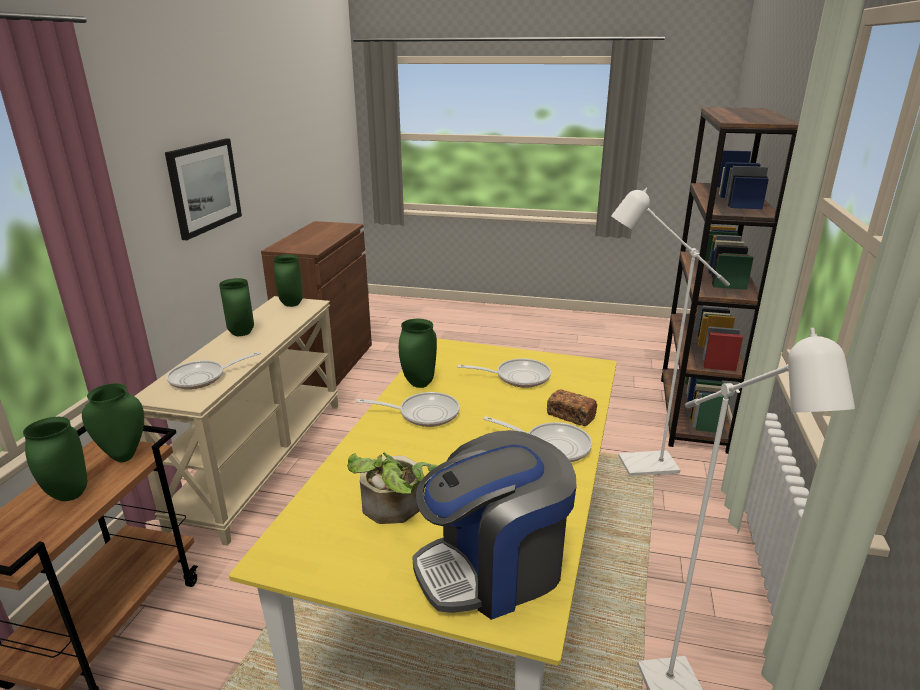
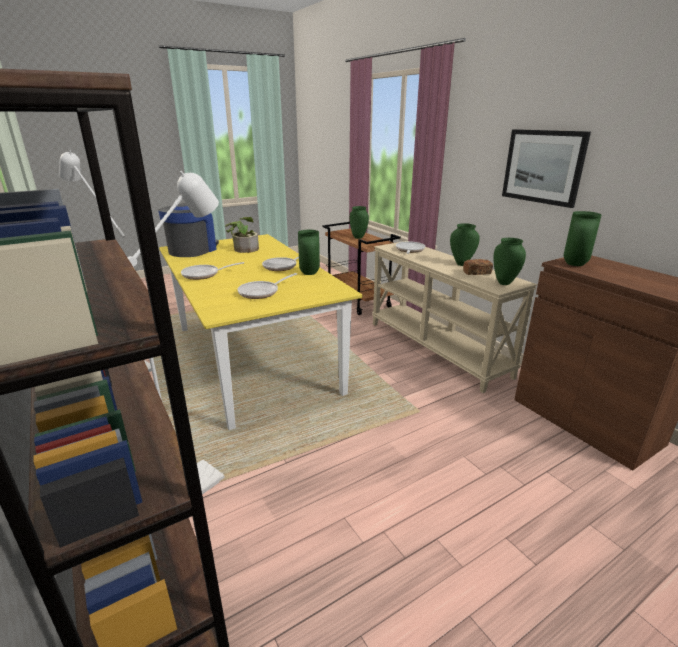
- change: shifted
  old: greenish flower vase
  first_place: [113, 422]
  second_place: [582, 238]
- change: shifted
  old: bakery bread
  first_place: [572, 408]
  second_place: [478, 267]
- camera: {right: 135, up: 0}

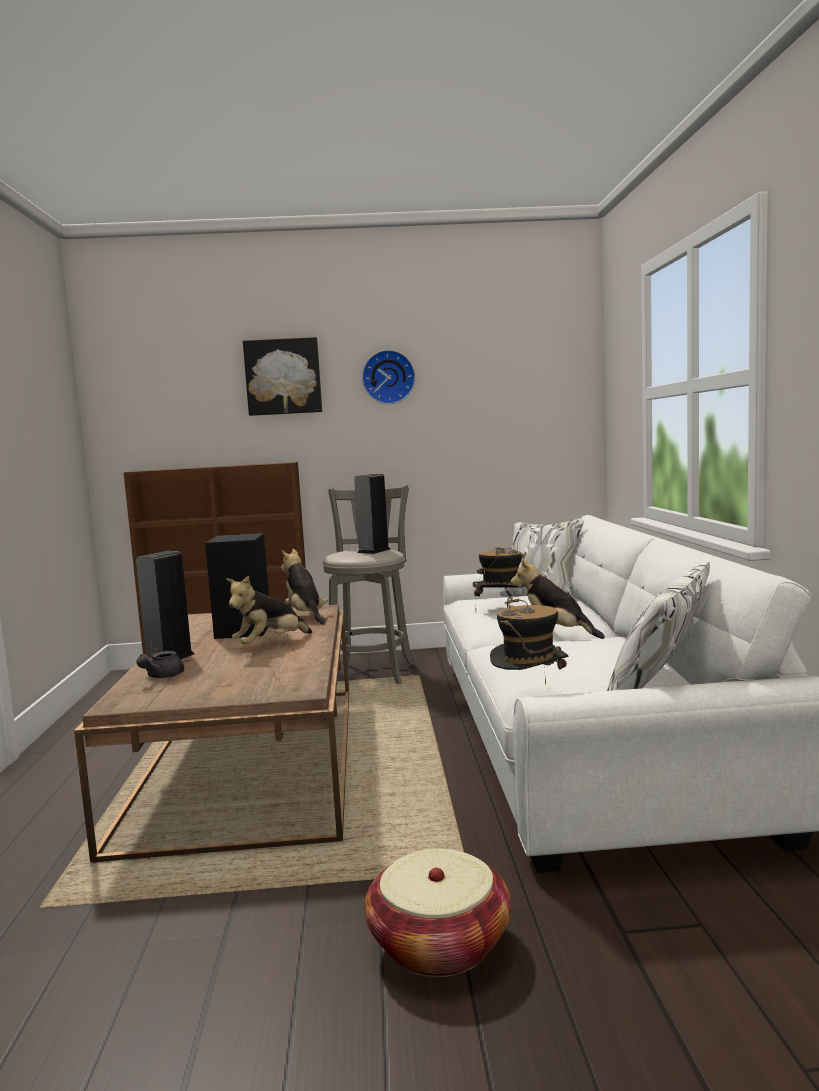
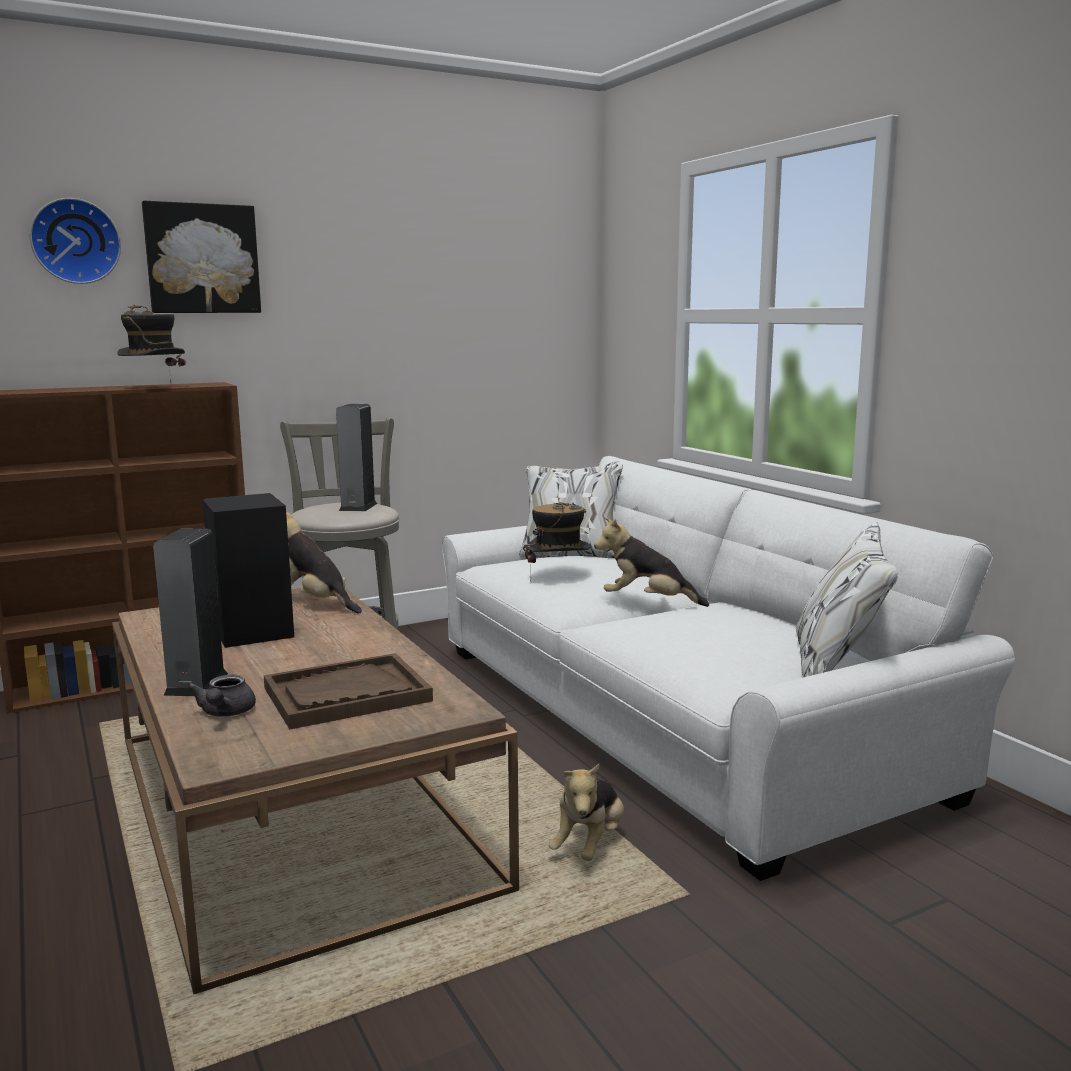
- change: shifted
  old: cuddly toy
  first_place: [269, 609]
  second_place: [586, 812]
- change: shifted
  old: clock on the wall
  first_place: [388, 377]
  second_place: [75, 241]
- change: gone
  old: basket
  first_place: [437, 912]
- change: shifted
  old: wearable hat
  first_place: [529, 641]
  second_place: [151, 343]
- change: new
  new: brownish serving tray
  second_place: [348, 691]
- camera: {right: -25, up: 5}

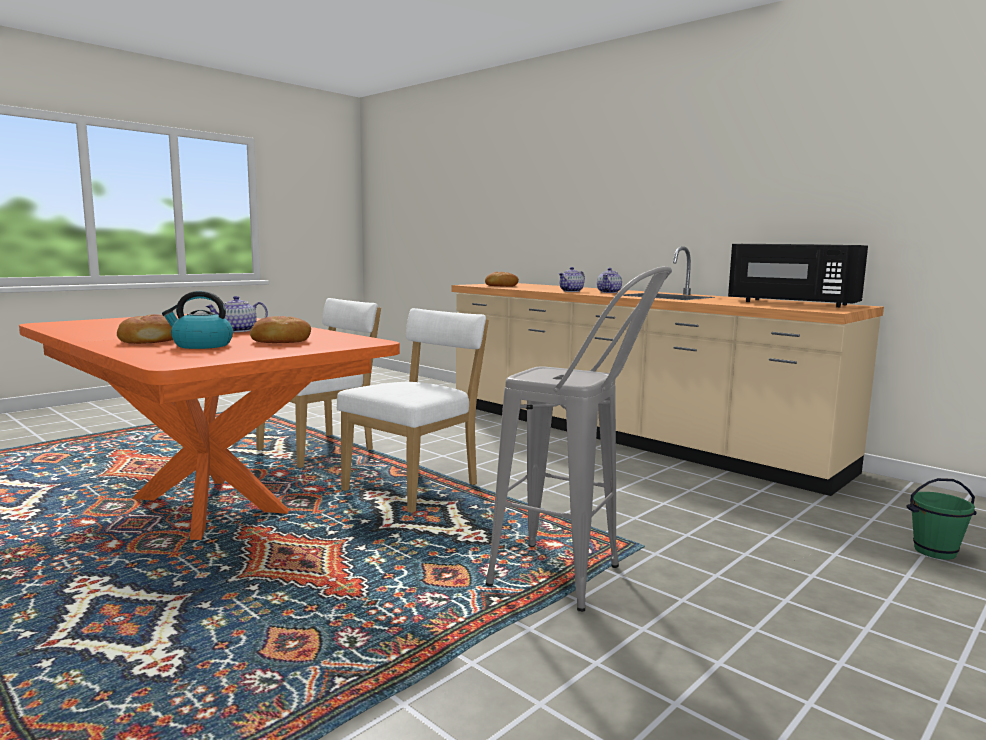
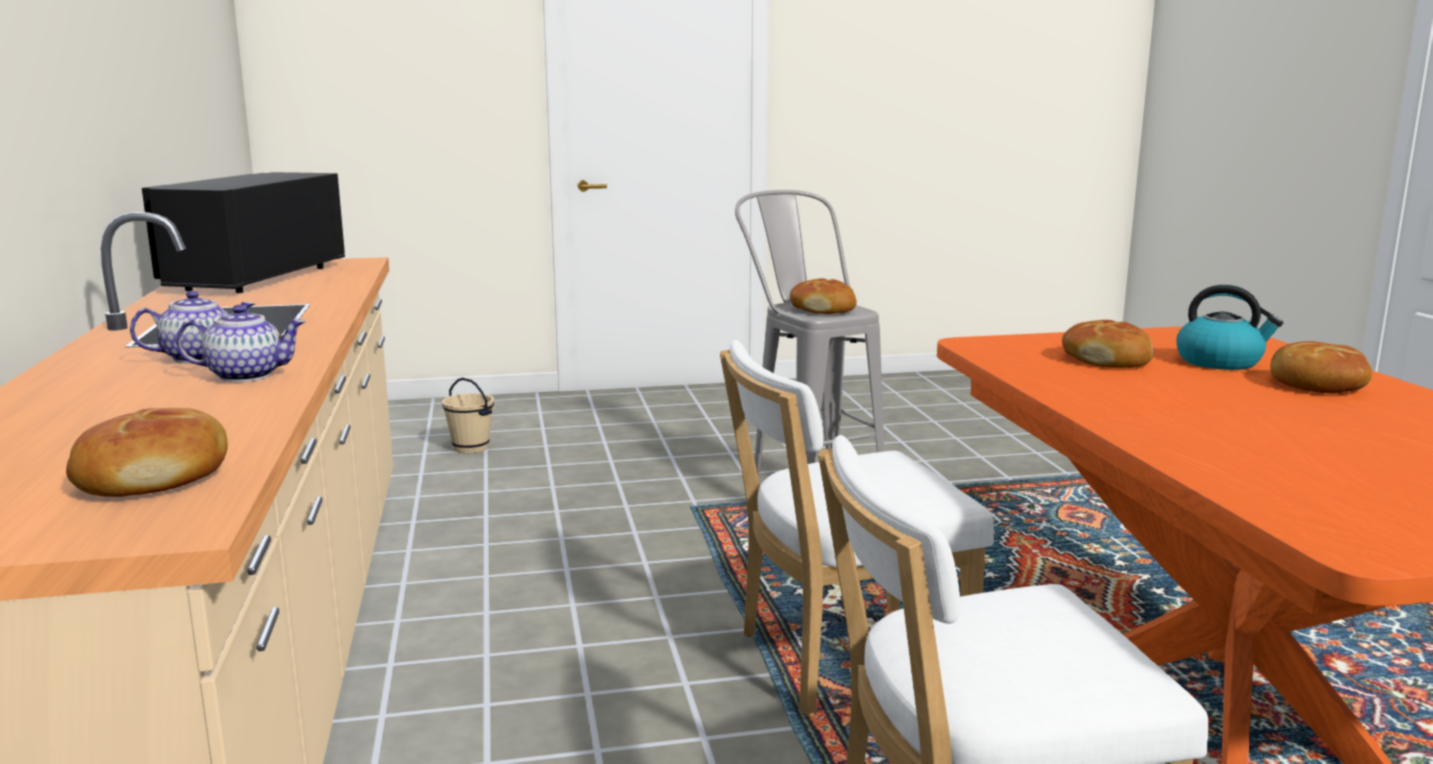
- change: gone
  old: tea pot
  first_place: [237, 314]
- change: rotated
  old: black-coloured kitchen microwave
  first_place: [798, 275]
  second_place: [243, 232]
  degrees: -150
- change: repainted
  old: greenish pail
  new: beige-coloured pail
  first_place: [941, 519]
  second_place: [468, 415]
- change: new
  new: bakery bread
  second_place: [823, 296]
- camera: {right: -145, up: 5}

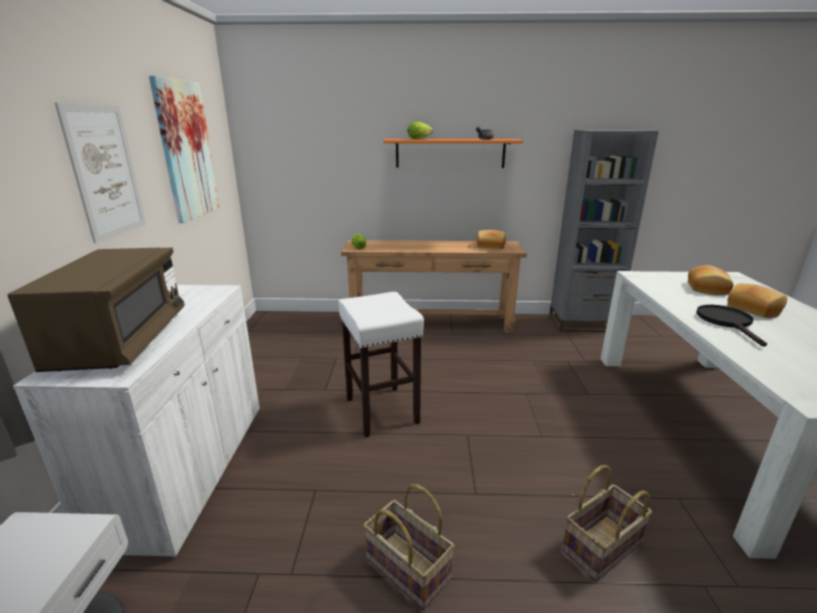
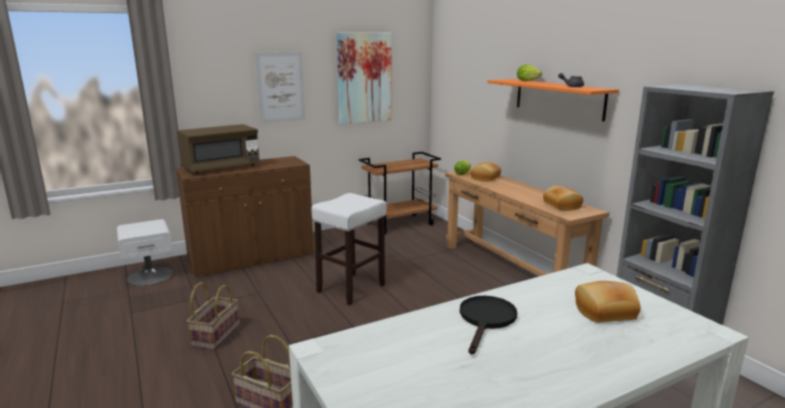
- change: repainted
  old: white-coloured cabinet
  new: brownish cabinet
  first_place: [136, 421]
  second_place: [245, 217]
- change: rotated
  old: black-coloured skillet
  first_place: [732, 326]
  second_place: [488, 325]
  degrees: -45
- change: shifted
  old: bakery bread
  first_place: [757, 300]
  second_place: [486, 172]
- change: new
  new: brownish trolley
  second_place: [400, 193]
- camera: {right: 60, up: -5}

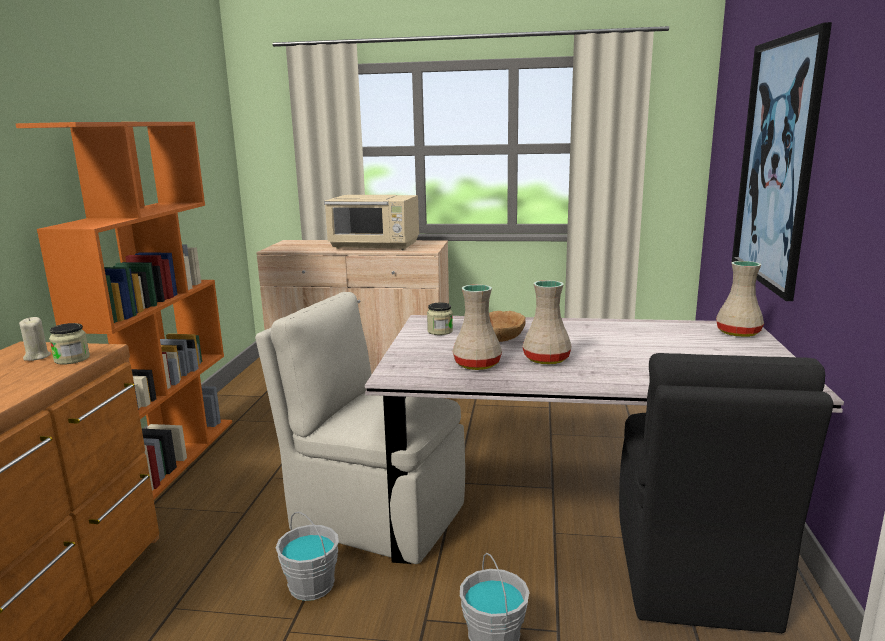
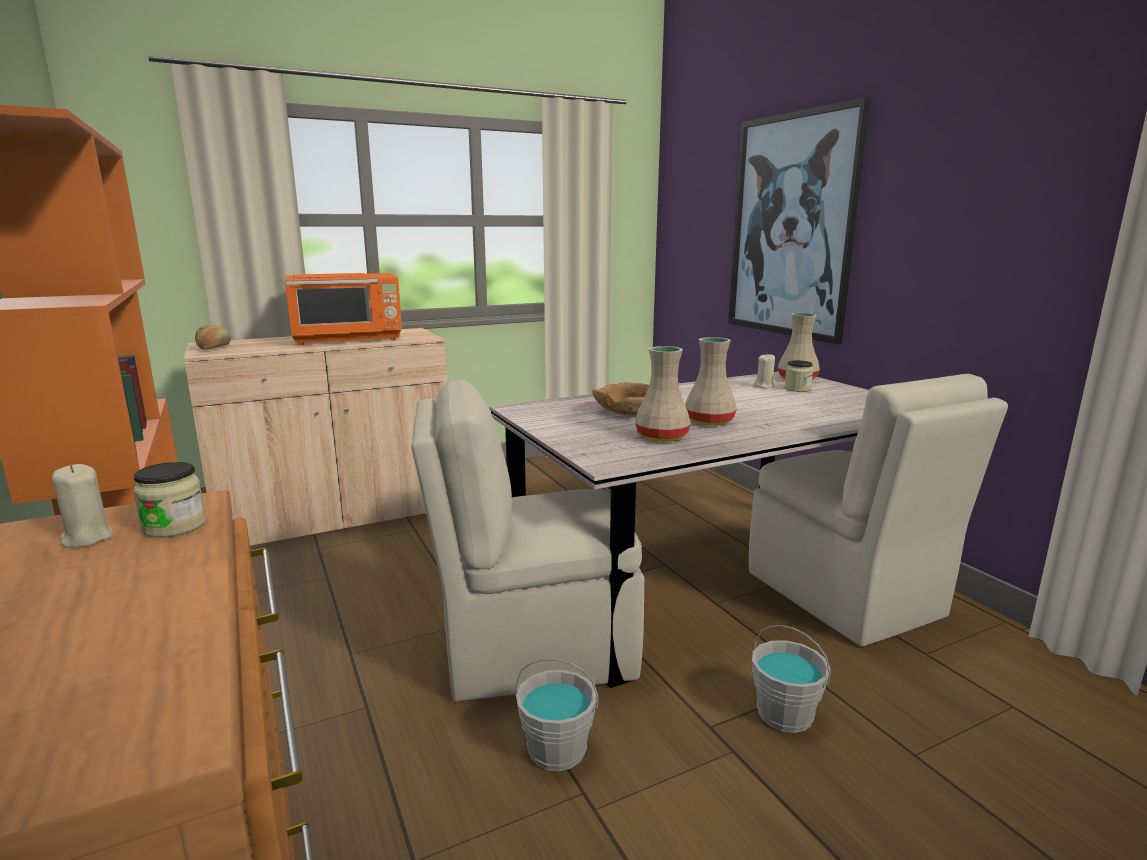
- change: repainted
  old: beige-coloured kitchen microwave
  new: orangey kitchen microwave
  first_place: [371, 222]
  second_place: [343, 309]
- change: shifted
  old: storage jar
  first_place: [440, 319]
  second_place: [798, 376]
- change: repainted
  old: black-coloured plain chair
  new: beige-coloured plain chair
  first_place: [726, 493]
  second_place: [878, 510]
- change: new
  new: bakery bread
  second_place: [213, 337]
- change: new
  new: beige-coloured wax candle
  second_place: [764, 371]
- camera: {right: -35, up: 0}

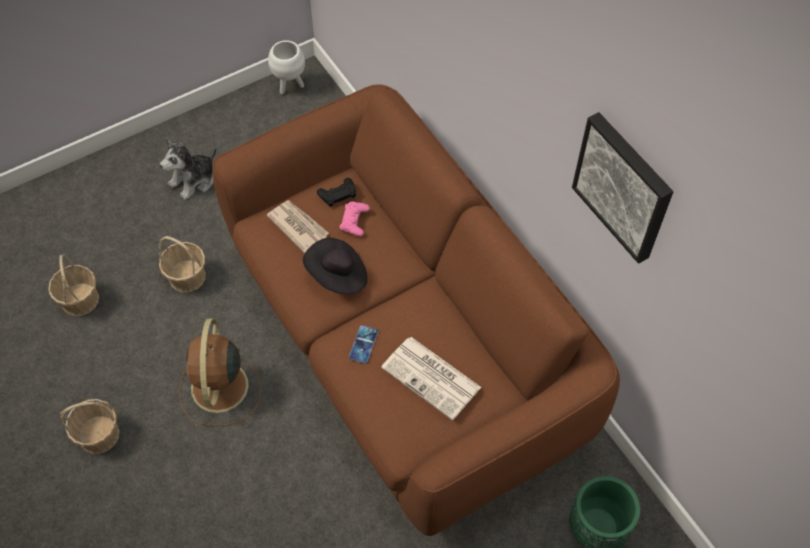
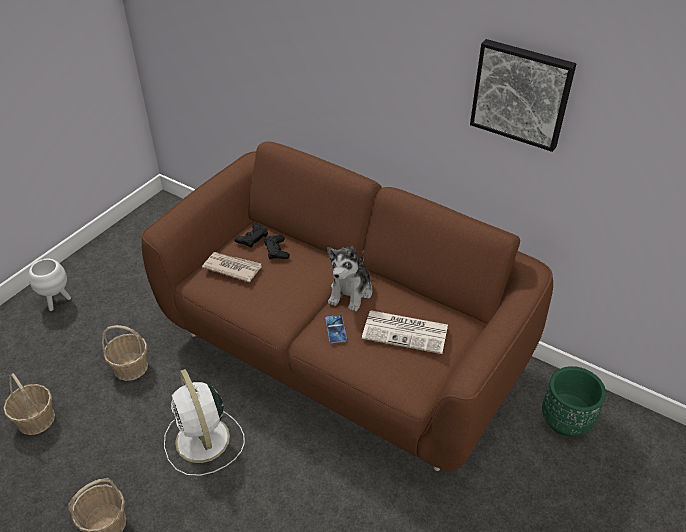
- change: shifted
  old: cuddly toy
  first_place: [188, 169]
  second_place: [349, 278]
- change: repainted
  old: brownish cooling fan
  new: white-coloured cooling fan
  first_place: [220, 372]
  second_place: [204, 422]
- change: shifted
  old: white-coloured plant pot
  first_place: [286, 67]
  second_place: [50, 285]
- change: gone
  old: black-coloured wearable hat
  first_place: [335, 266]
- change: repainted
  old: pink-coloured gamepad
  new: black-coloured gamepad
  first_place: [355, 219]
  second_place: [277, 247]
- camera: {right: -25, up: -15}

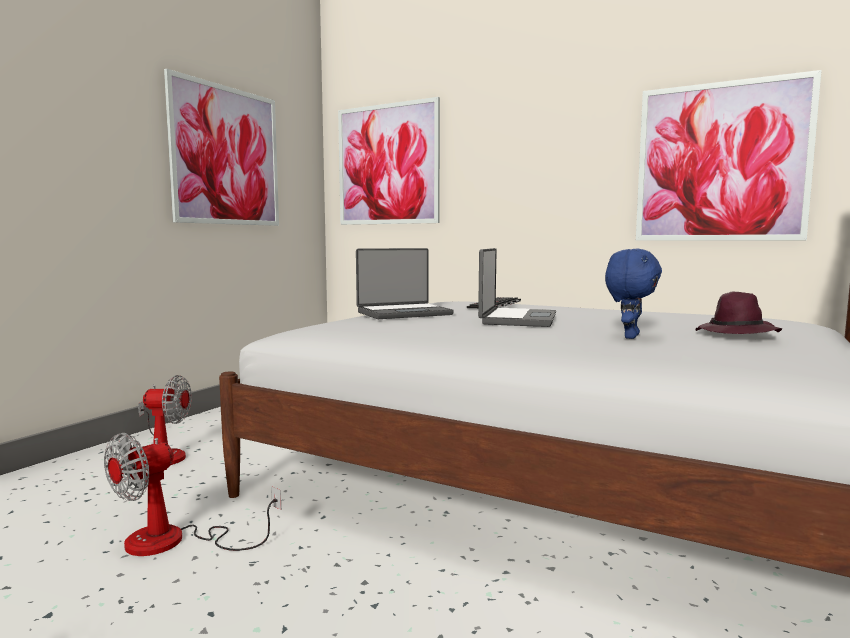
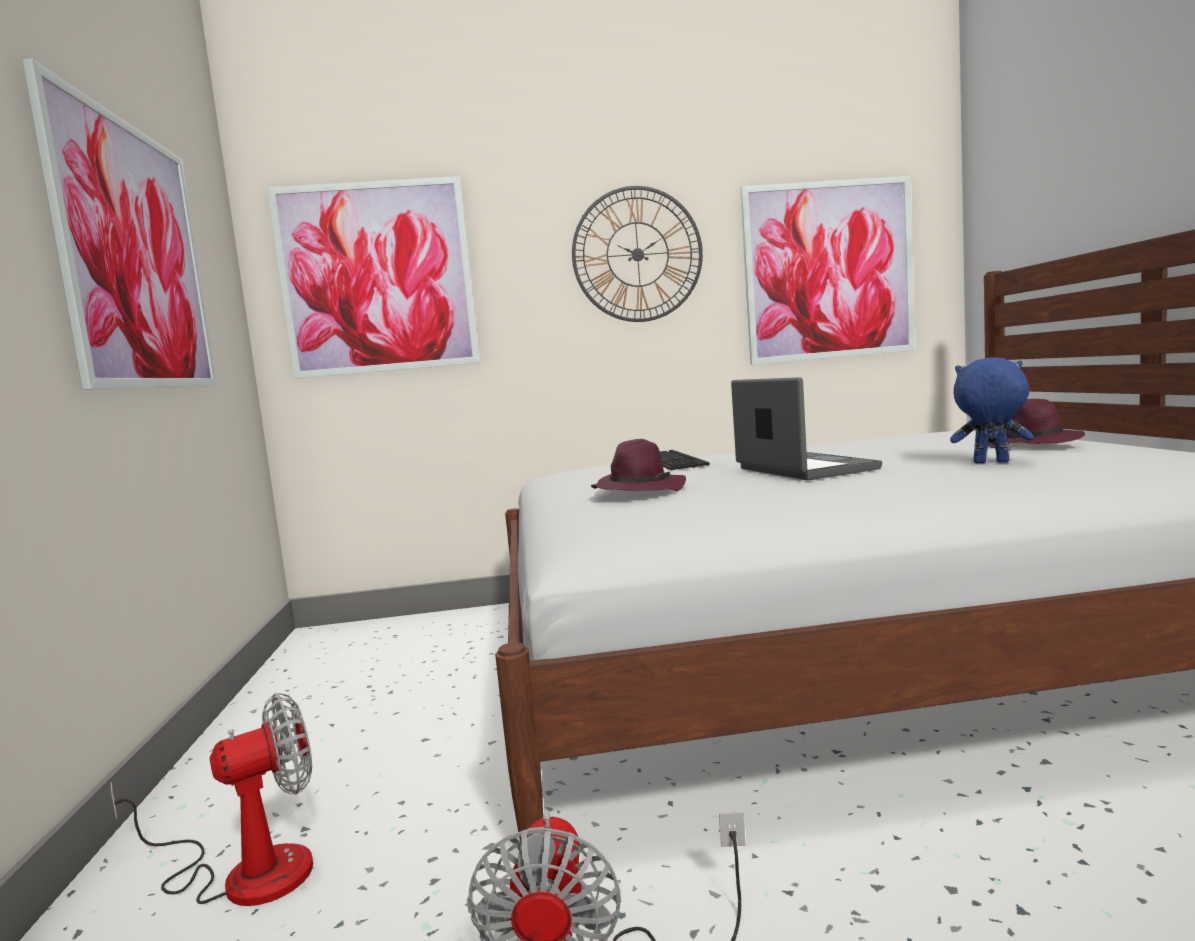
- change: swapped
  old: notebook computer
  new: purple wearable hat
  first_place: [405, 283]
  second_place: [638, 465]
- change: rotated
  old: blue cuddly toy
  first_place: [633, 294]
  second_place: [992, 410]
  degrees: -60
- change: new
  new: clock on the wall
  second_place: [637, 254]
- camera: {right: -35, up: 0}

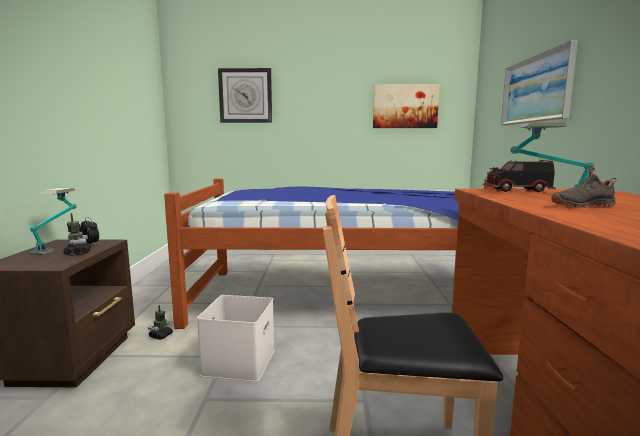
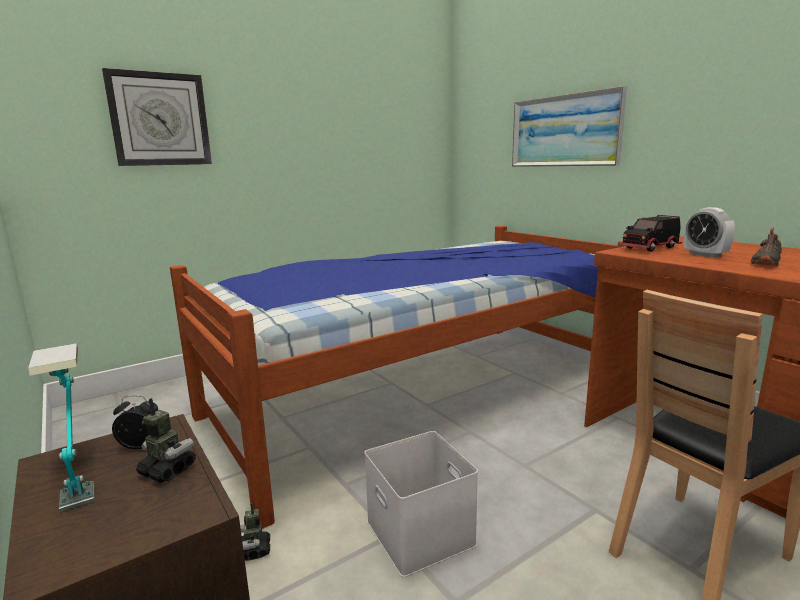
- change: gone
  old: wall art
  first_place: [406, 106]
- change: swapped
  old: tabletop lamp
  new: table clock
  first_place: [552, 155]
  second_place: [709, 232]
- camera: {right: -35, up: 5}

